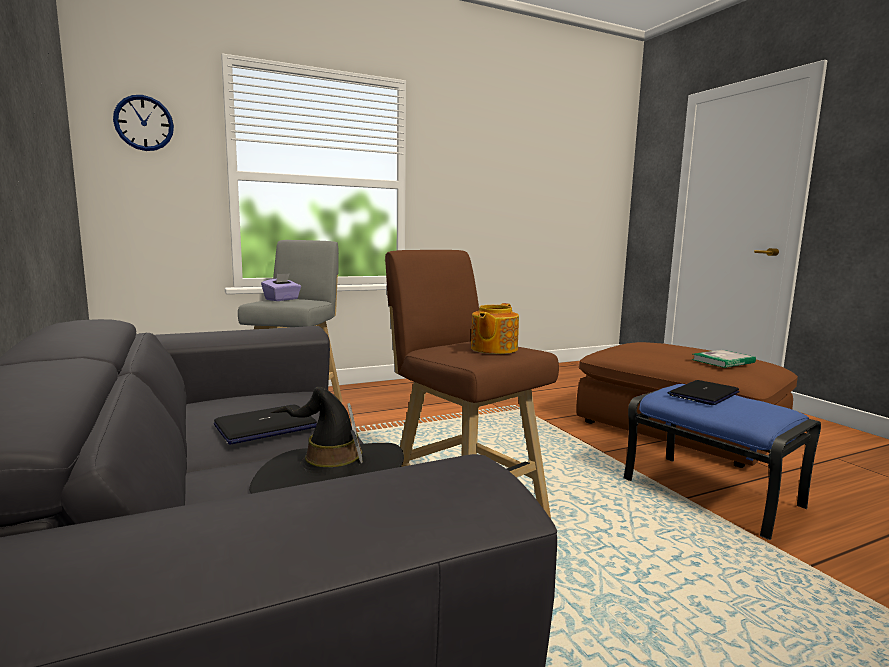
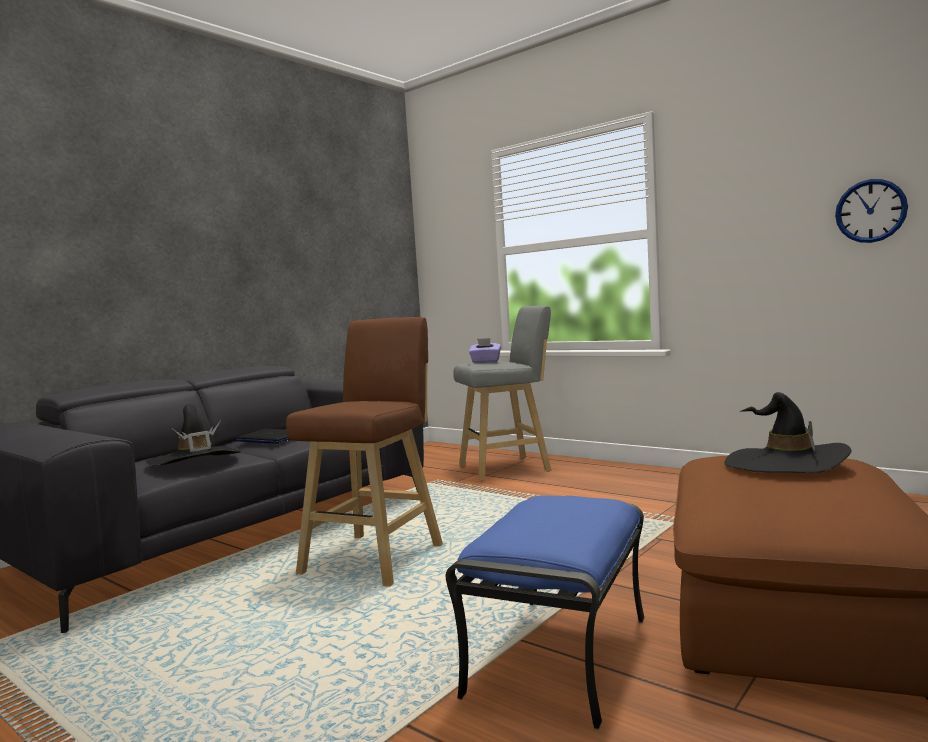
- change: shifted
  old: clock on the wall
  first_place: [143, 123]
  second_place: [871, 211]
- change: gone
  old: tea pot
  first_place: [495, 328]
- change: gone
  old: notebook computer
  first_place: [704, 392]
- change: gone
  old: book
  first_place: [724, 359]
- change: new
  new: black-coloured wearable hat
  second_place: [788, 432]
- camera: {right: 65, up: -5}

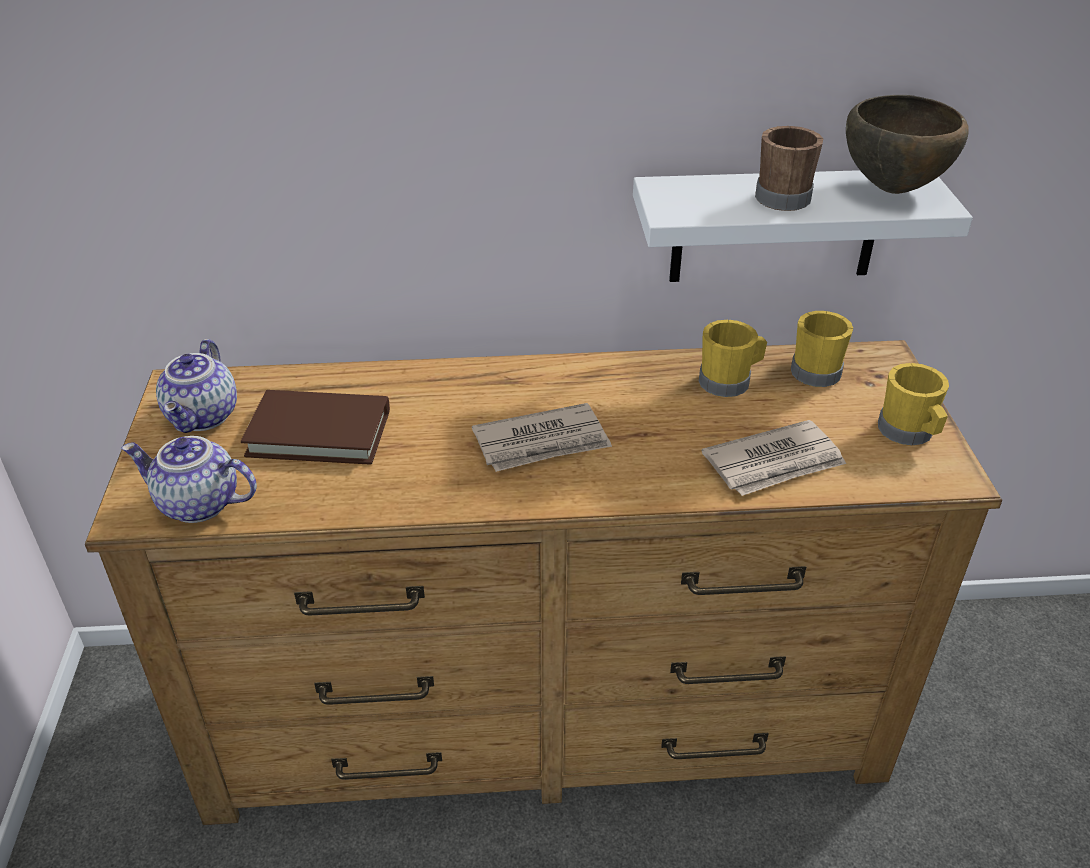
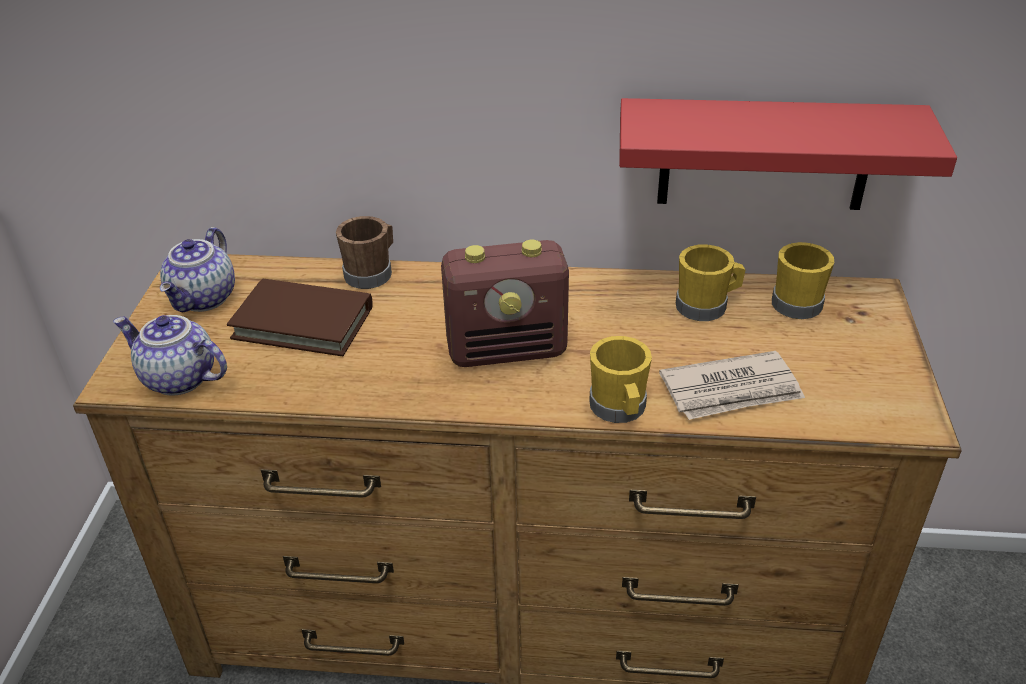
- change: swapped
  old: daily paper
  new: radio receiver
  first_place: [542, 437]
  second_place: [505, 303]
- change: repainted
  old: white-coloured wall shelf
  new: reddish wall shelf
  first_place: [803, 226]
  second_place: [788, 154]
- change: shifted
  old: brownish mug
  first_place: [789, 168]
  second_place: [364, 252]
- change: gone
  old: brownish bowl
  first_place: [907, 144]
- change: shifted
  old: yellow-coloured mug
  first_place: [913, 404]
  second_place: [620, 379]
- camera: {right: 10, up: 0}

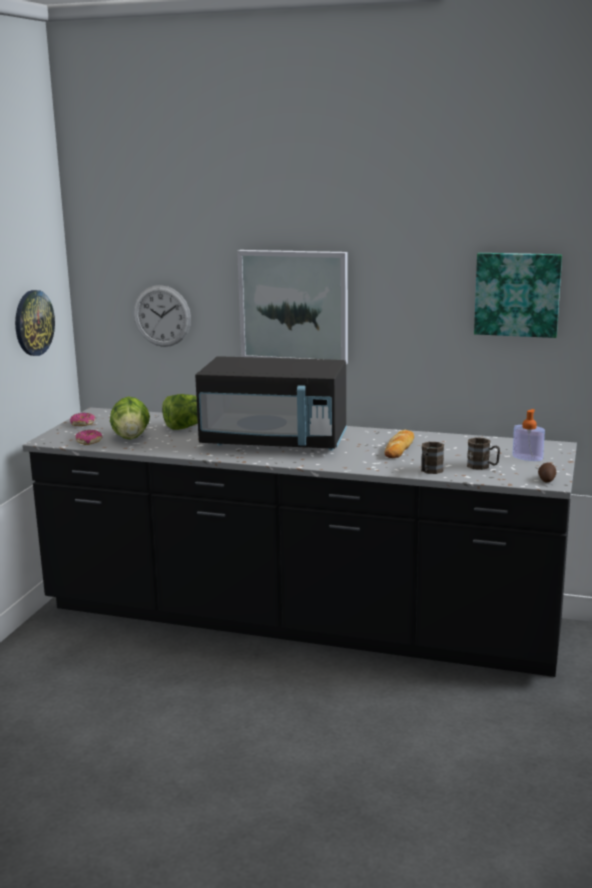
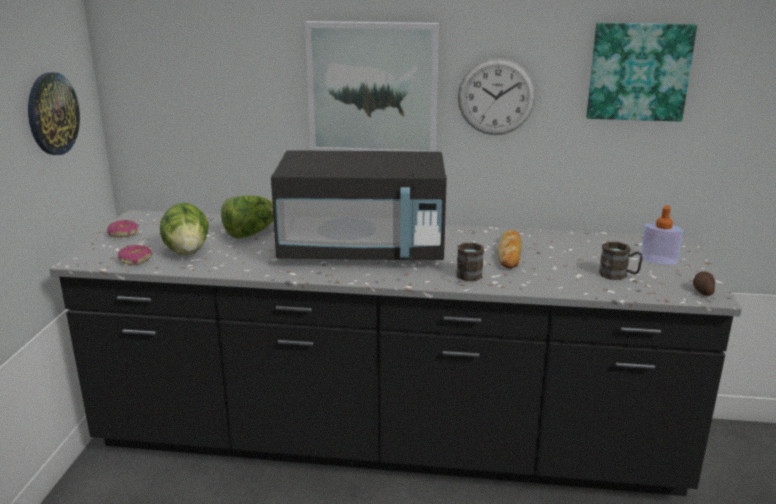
- change: shifted
  old: clock on the wall
  first_place: [162, 316]
  second_place: [497, 96]
- change: shifted
  old: brownish mug
  first_place: [432, 458]
  second_place: [470, 262]
- camera: {right: -10, up: 5}

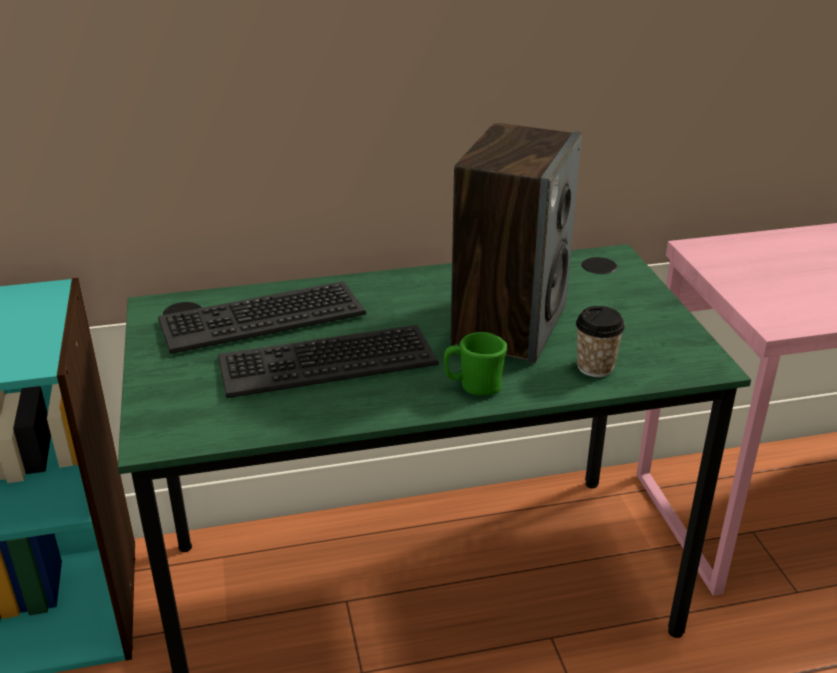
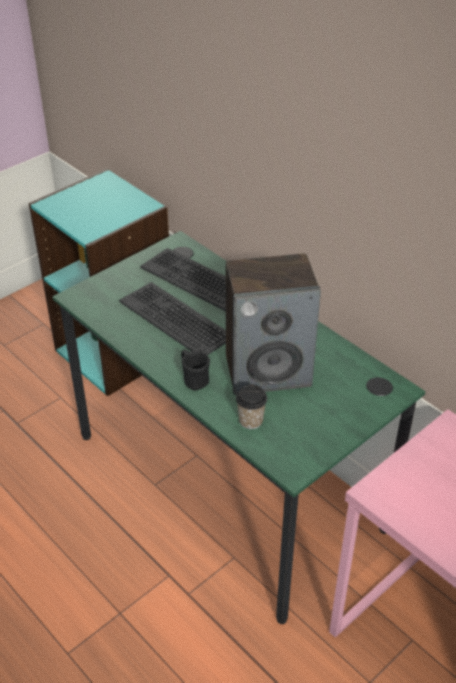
- change: repainted
  old: greenish mug
  new: black-coloured mug
  first_place: [475, 363]
  second_place: [195, 370]
- camera: {right: 60, up: 10}

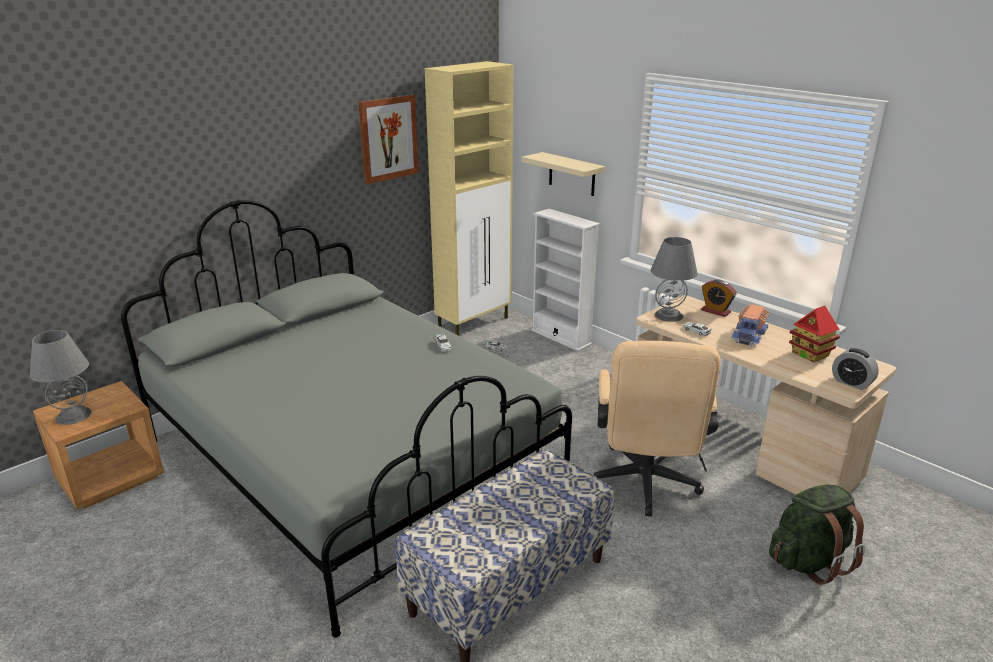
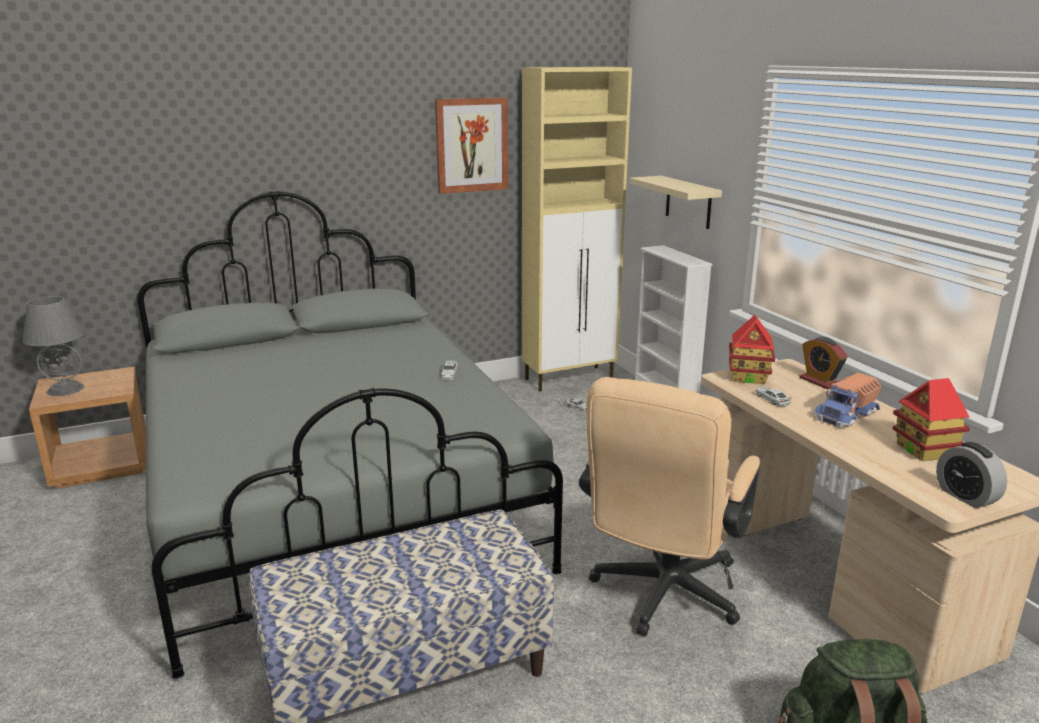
- change: swapped
  old: grey tabletop lamp
  new: miniature house
  first_place: [674, 279]
  second_place: [752, 349]
- camera: {right: 20, up: -5}

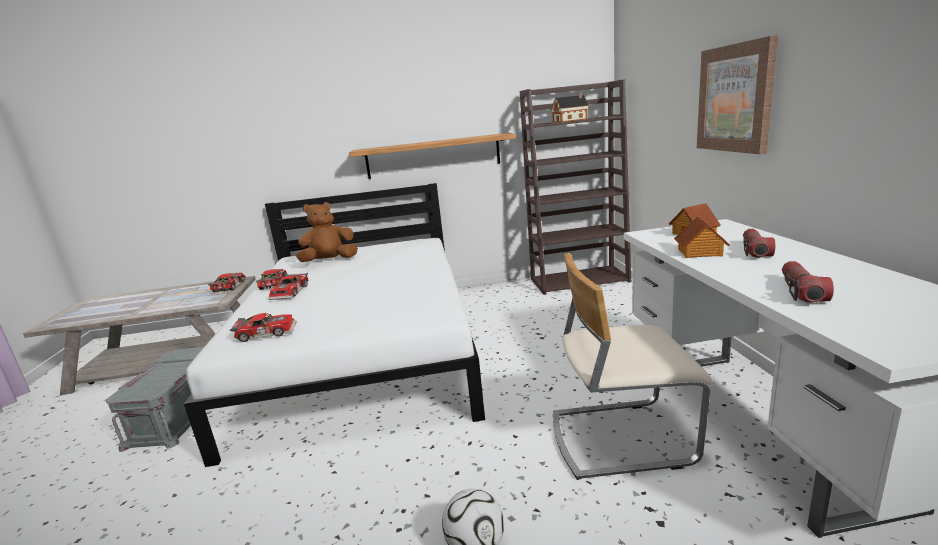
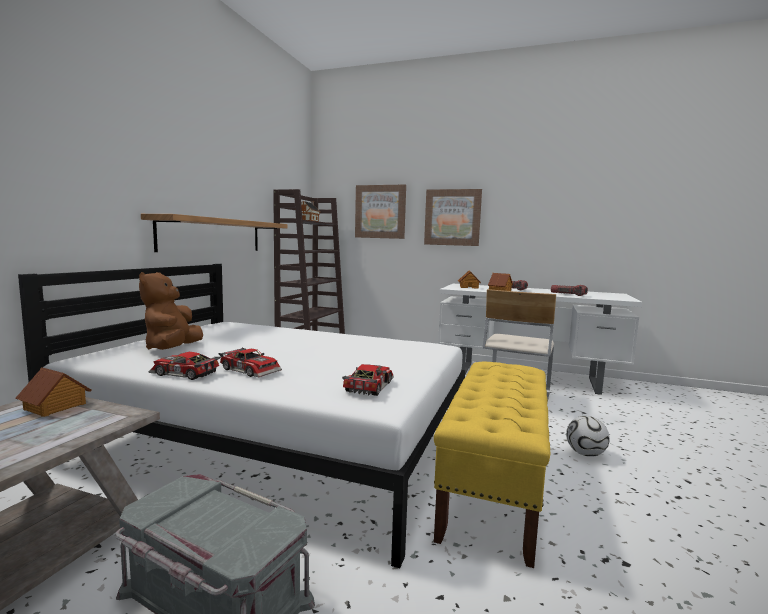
- change: swapped
  old: model car
  new: miniature house
  first_place: [227, 282]
  second_place: [53, 392]
- change: new
  new: wall art
  second_place: [380, 212]
- change: new
  new: yellow-coloured indoor bench
  second_place: [492, 464]
- camera: {right: -65, up: -10}

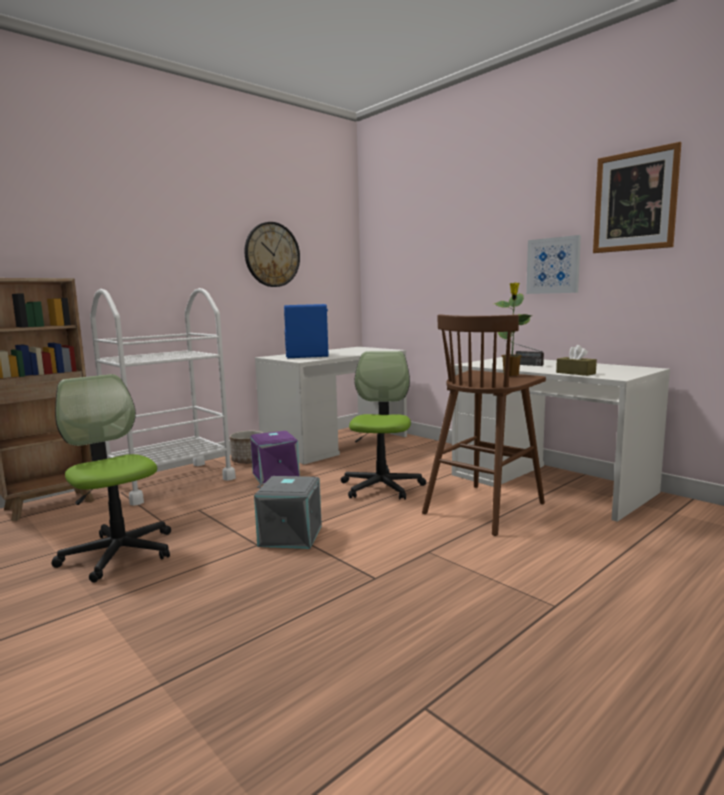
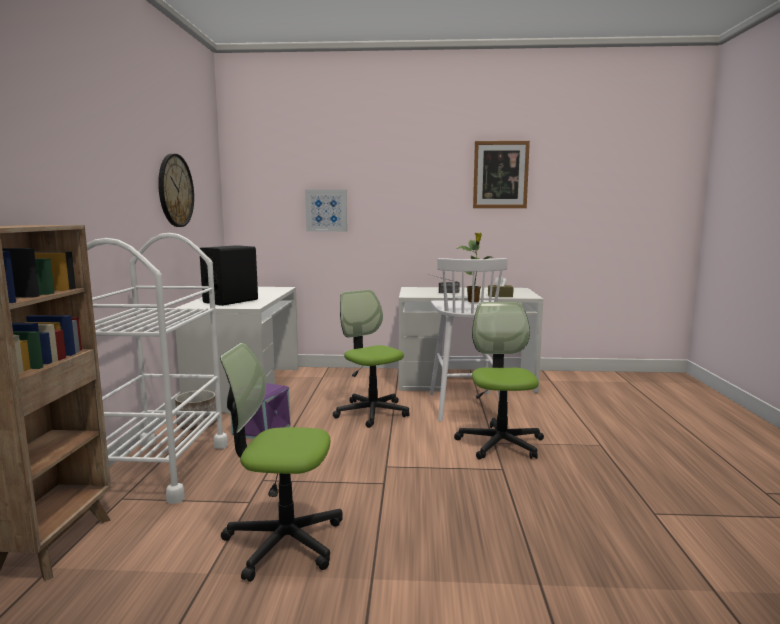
- change: gone
  old: grey storage bin
  first_place: [288, 512]
- change: repainted
  old: blue loudspeaker
  new: black-coloured loudspeaker
  first_place: [306, 331]
  second_place: [229, 275]
- change: repainted
  old: brownish stool seat
  new: white-coloured stool seat
  first_place: [484, 425]
  second_place: [469, 340]
- change: shifted
  old: wall art
  first_place: [553, 264]
  second_place: [326, 211]
- change: new
  new: office chair
  second_place: [499, 381]
- camera: {right: -45, up: 0}

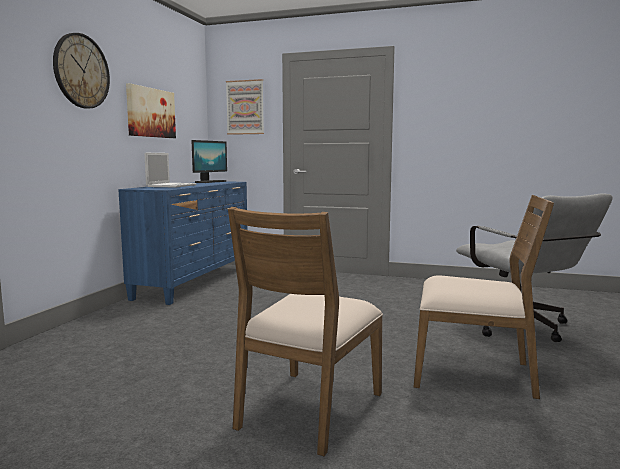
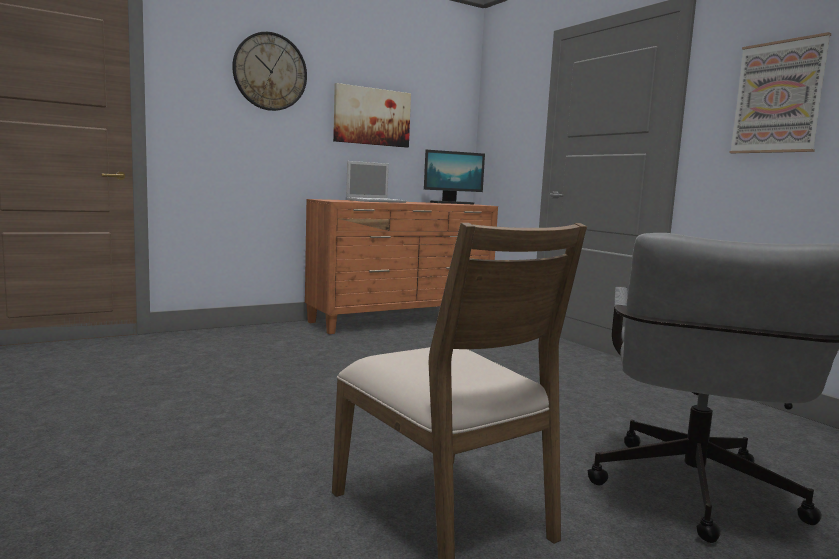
- change: repainted
  old: blue dresser
  new: orangey dresser
  first_place: [182, 243]
  second_place: [401, 266]
- change: shifted
  old: wall art
  first_place: [245, 107]
  second_place: [780, 92]
- change: gone
  old: brownish plain chair
  first_place: [305, 331]
- camera: {right: 40, up: 0}

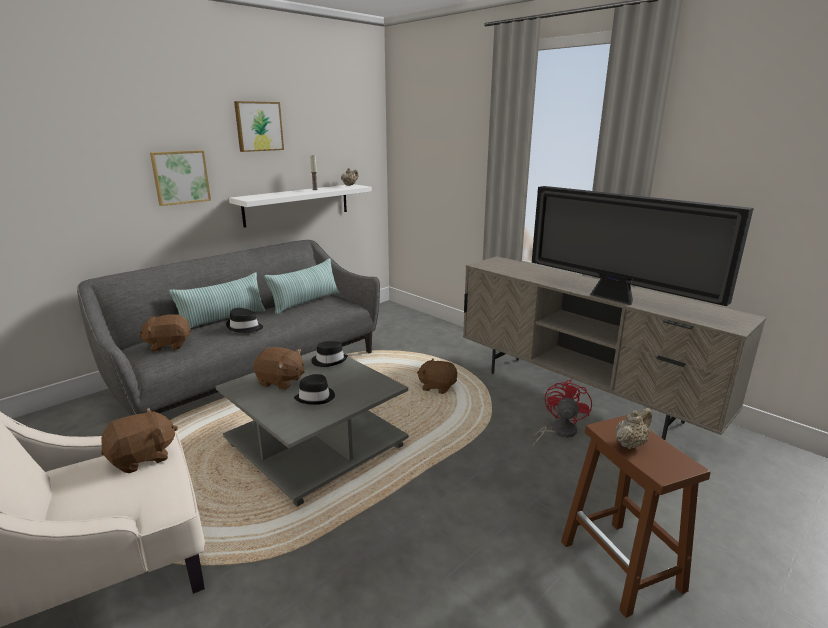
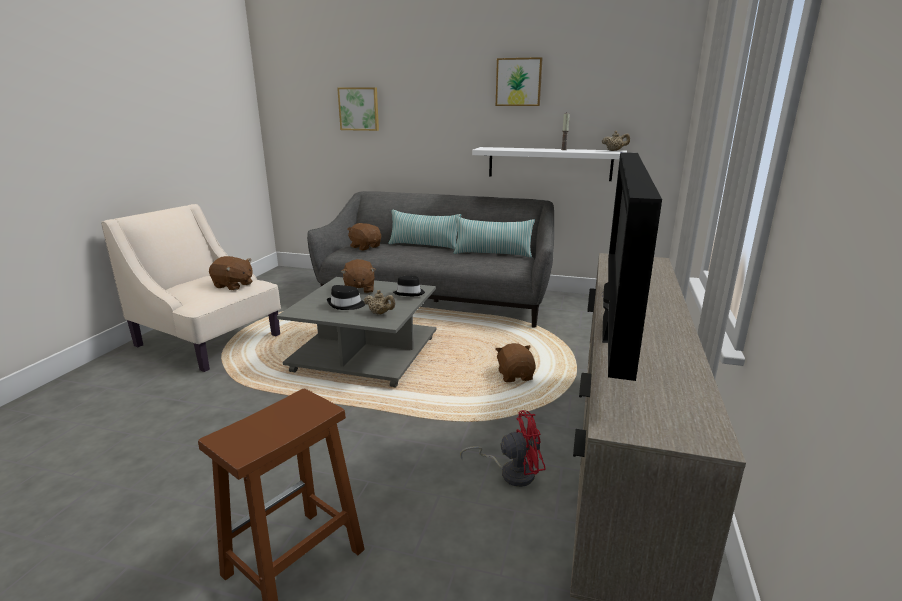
- change: shifted
  old: wall art
  first_place: [180, 178]
  second_place: [358, 109]
- change: gone
  old: black-coloured wearable hat
  first_place: [244, 320]
- change: shifted
  old: beige-coloured tea pot
  first_place: [634, 428]
  second_place: [379, 302]
- camera: {right: 60, up: 0}

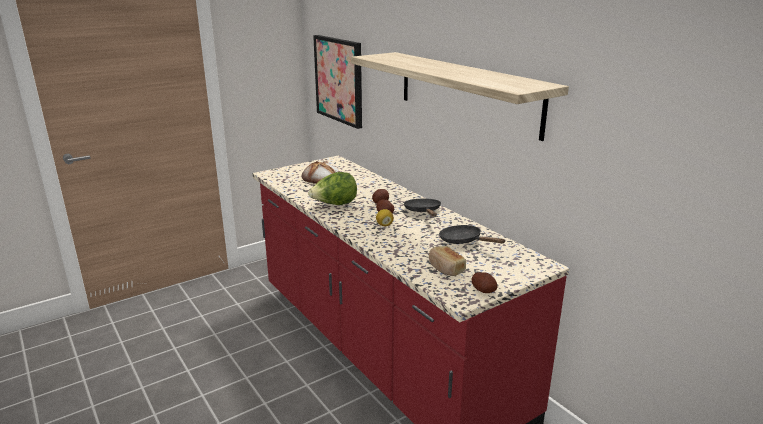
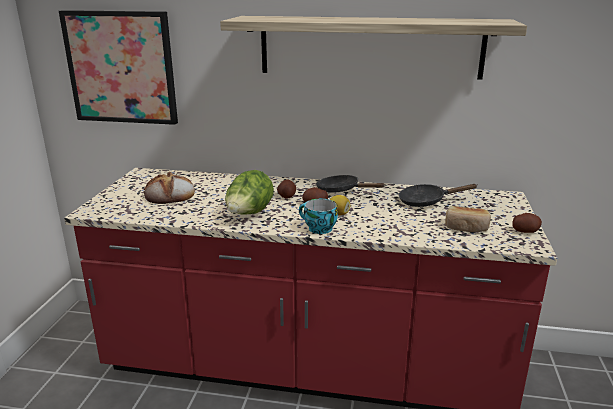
- change: new
  new: small cup
  second_place: [318, 216]
- camera: {right: -45, up: 0}

